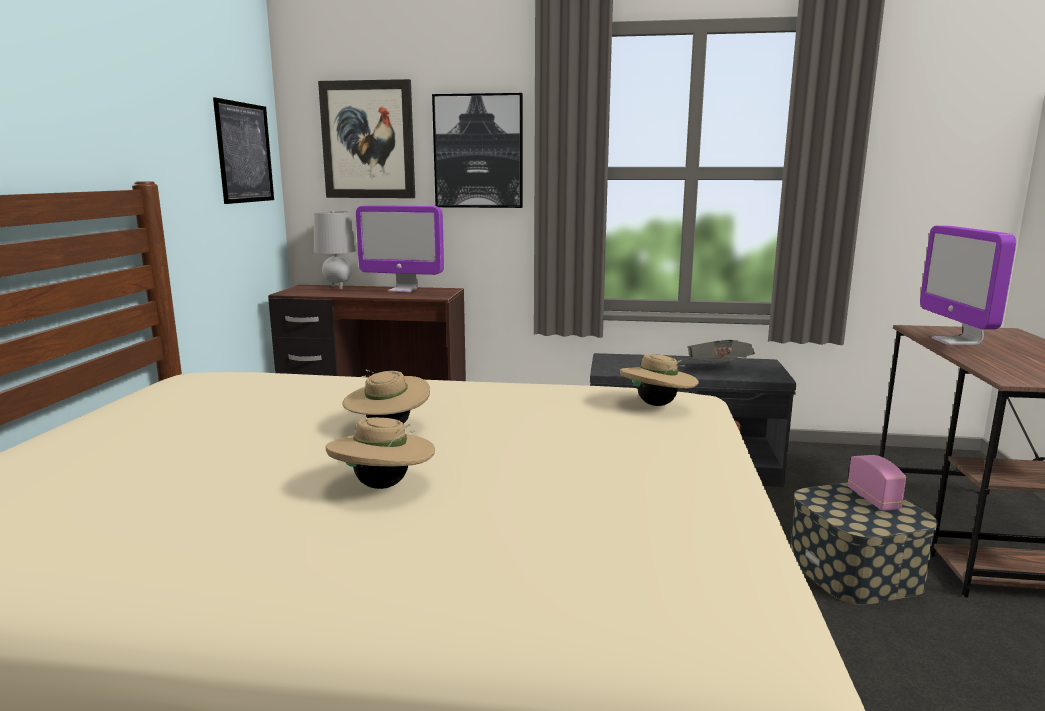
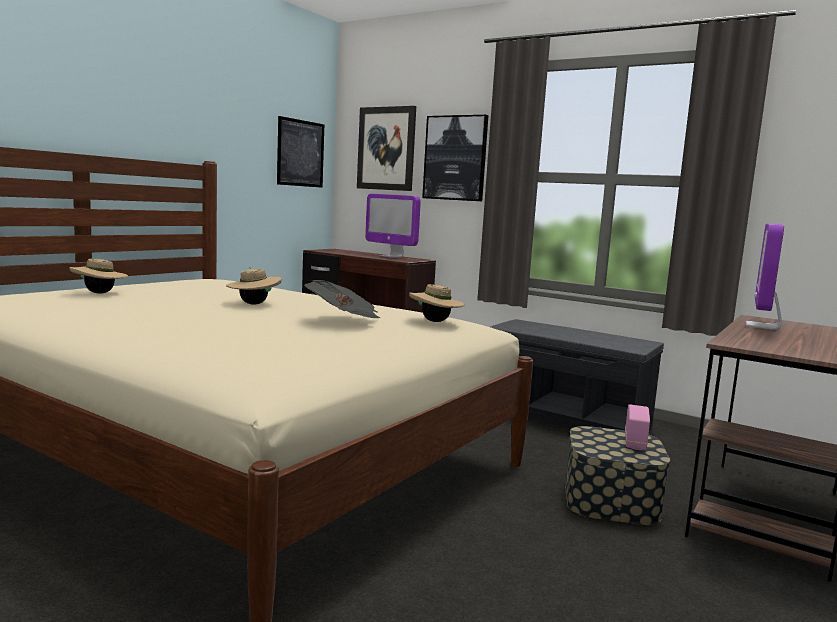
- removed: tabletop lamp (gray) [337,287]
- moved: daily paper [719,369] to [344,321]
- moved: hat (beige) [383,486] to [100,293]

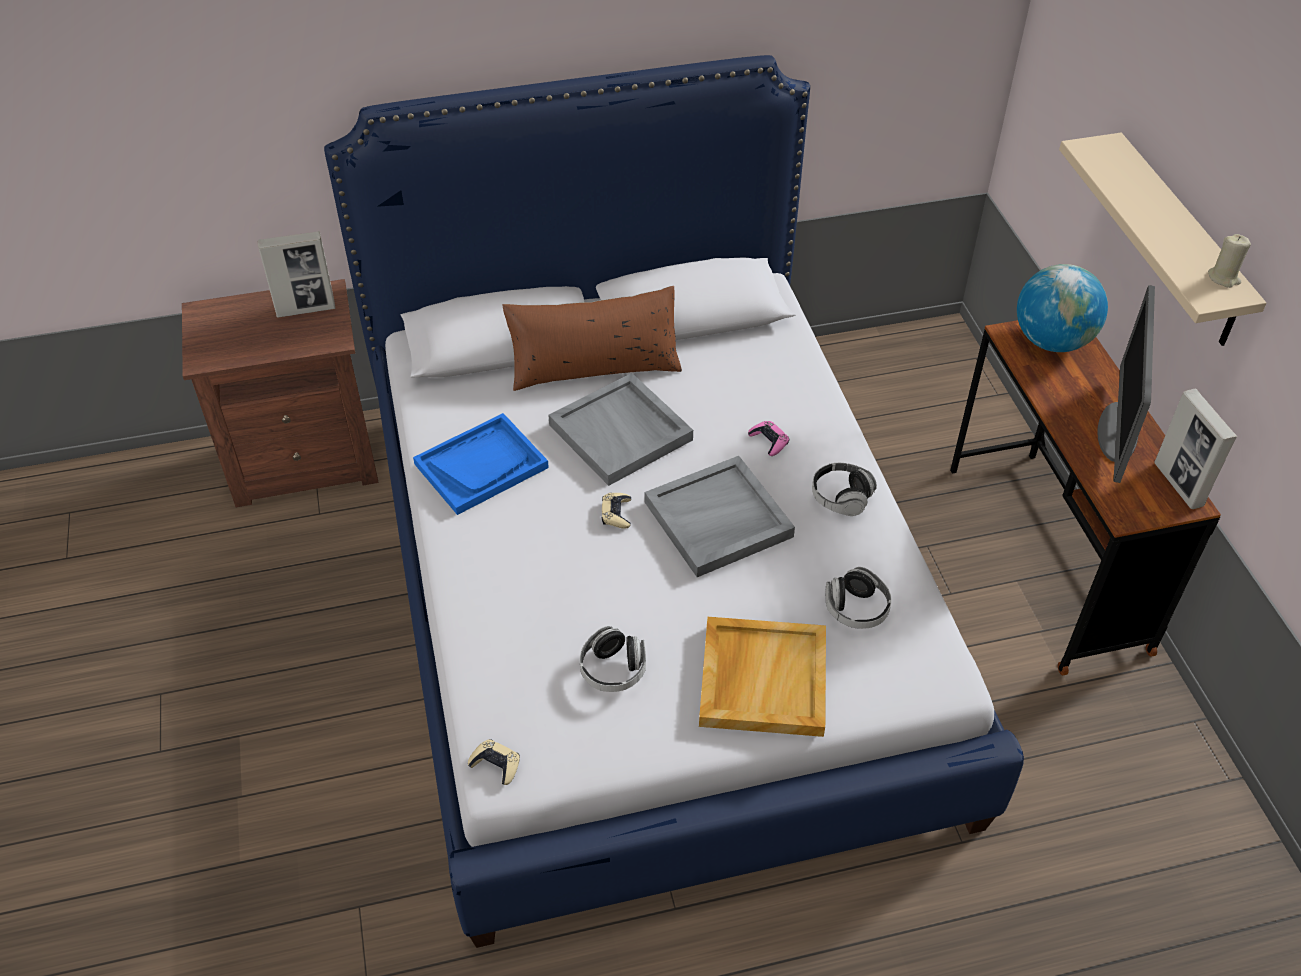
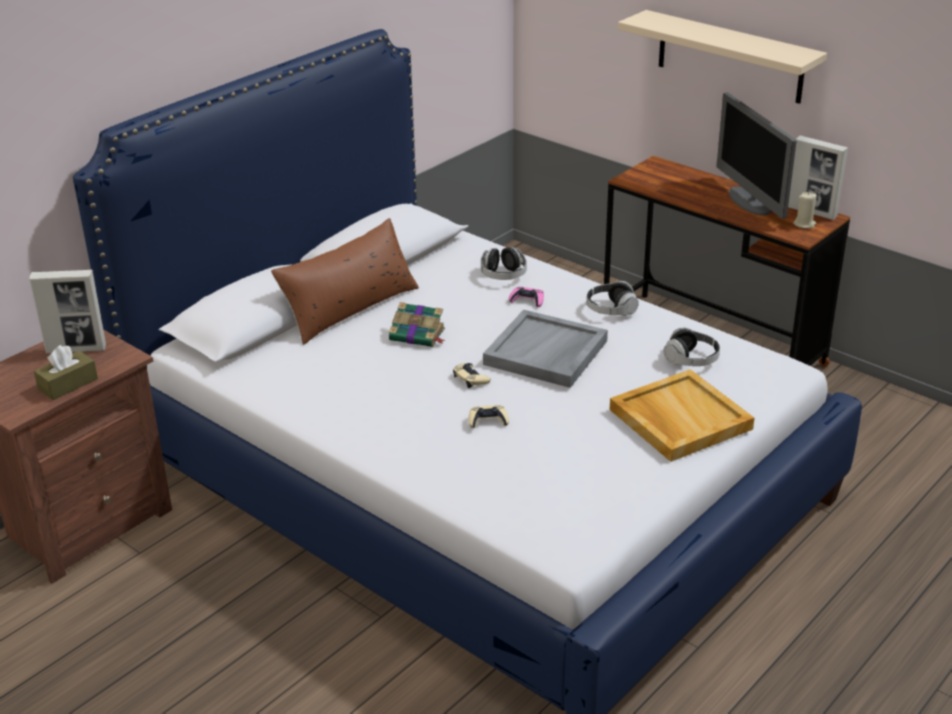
- turned: standing frame [306,309] = [76,349] 45 degrees clockwise
- moved: wax candle (beige) [1223,278] to [804,224]
- removed: globe [1051,341]
- replaced: serving tray (gray) [622,432] to bound book [418,335]
- removed: serving tray (blue-coloured) [481,465]
- moved: pair of headphones [613,670] to [503,275]
- moved: joypad (beige) [496,764] to [488,420]
- added: box of tissues (brown) [68,384]

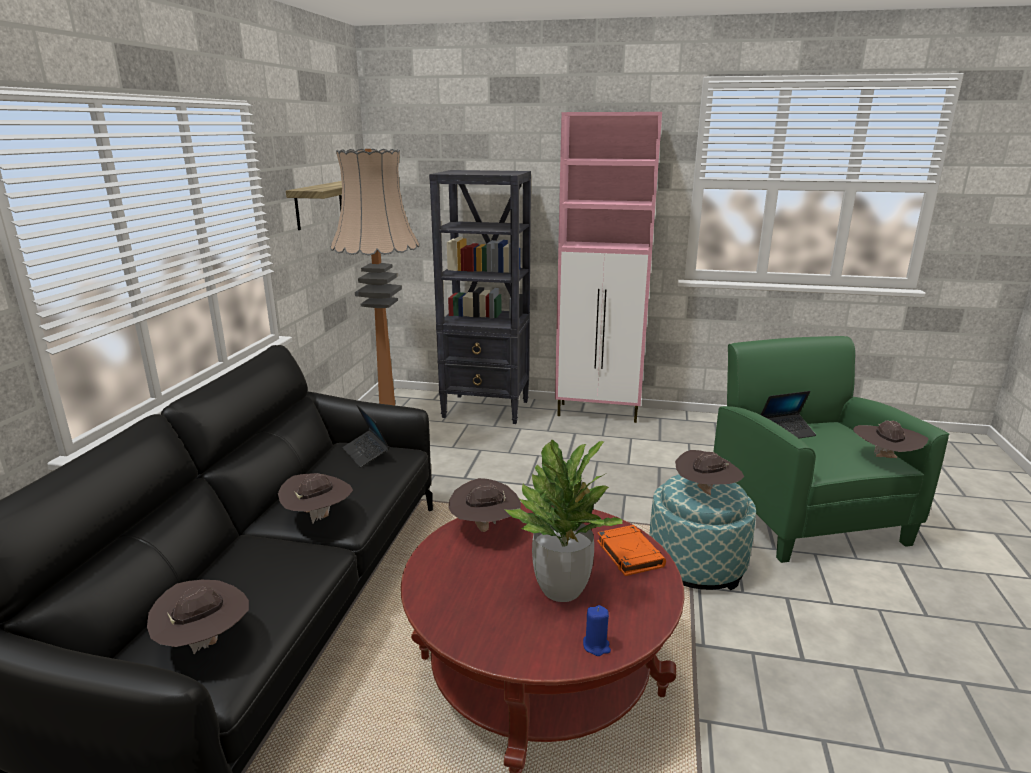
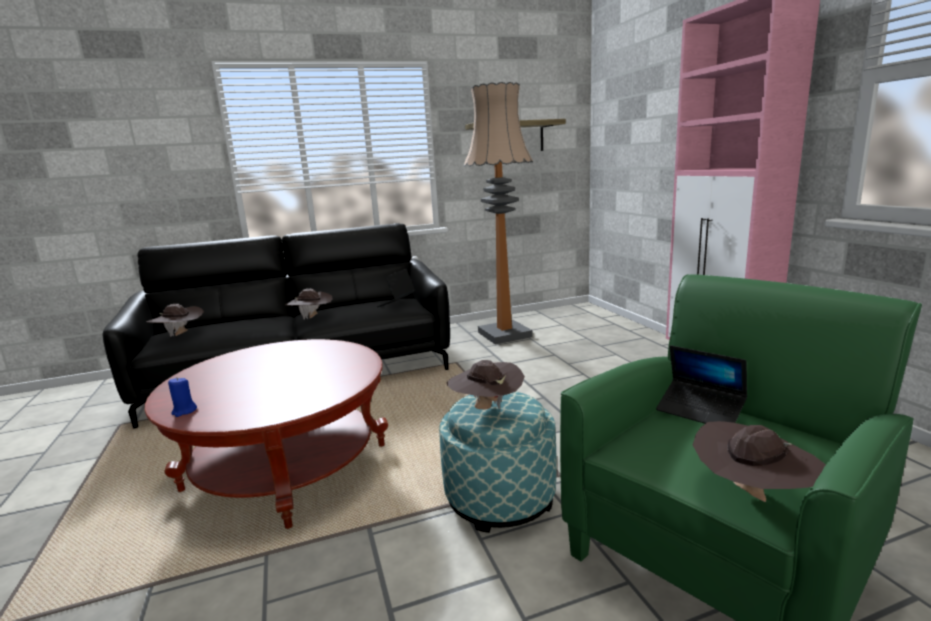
- removed: shelving unit (black) [486,409]
- removed: plant in a pot [562,589]
- removed: hat (brown) [485,528]
- removed: bound book (orange-coloured) [629,553]

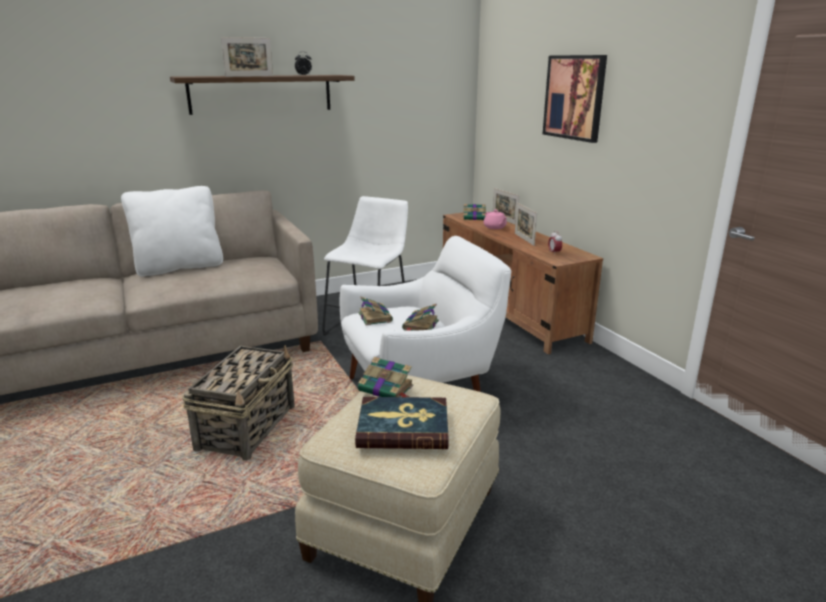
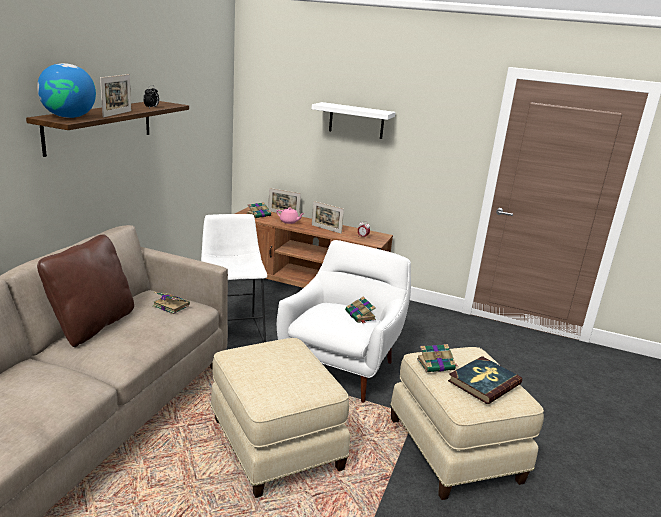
- replaced: wall picture [574,97] to shelf (whitish) [356,121]
- recoloured: cushion (whitish) [179,267] to cushion (brown) [92,325]
- moved: bound book [375,317] to [170,305]
- replaced: basket [247,427] to pouffe (beige) [274,444]
- added: globe [69,117]

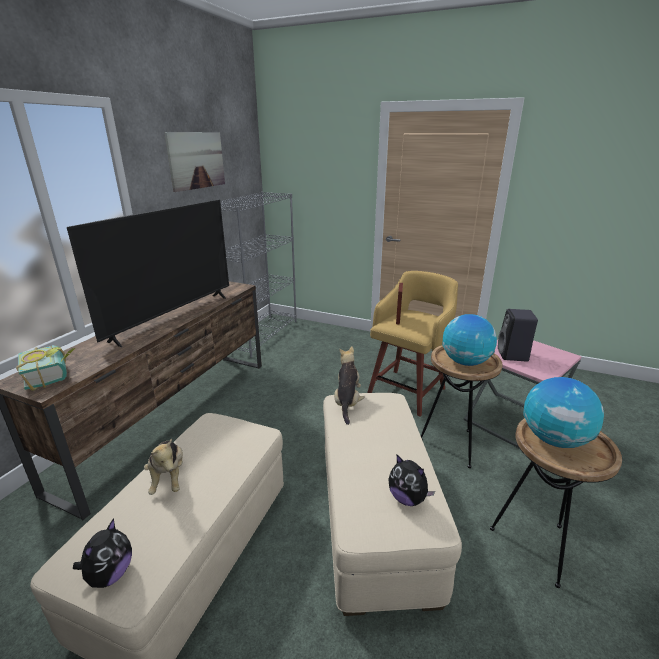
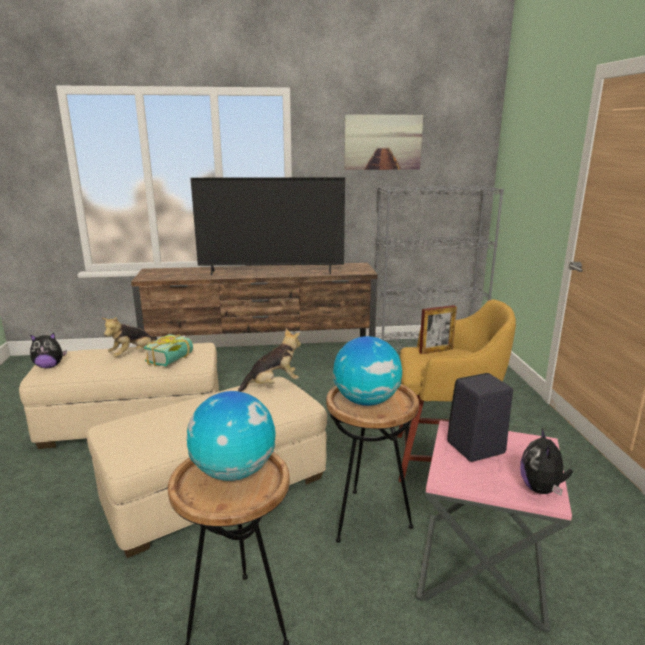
- moved: bound book [53,375] to [173,360]
- moved: cuddly toy [407,498] to [541,489]

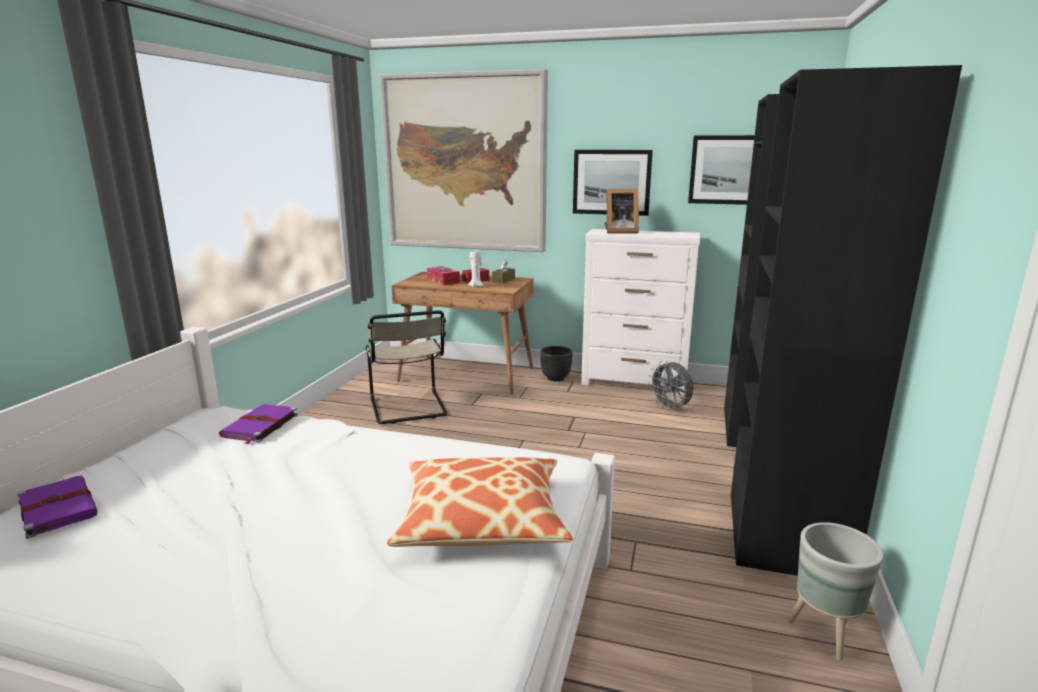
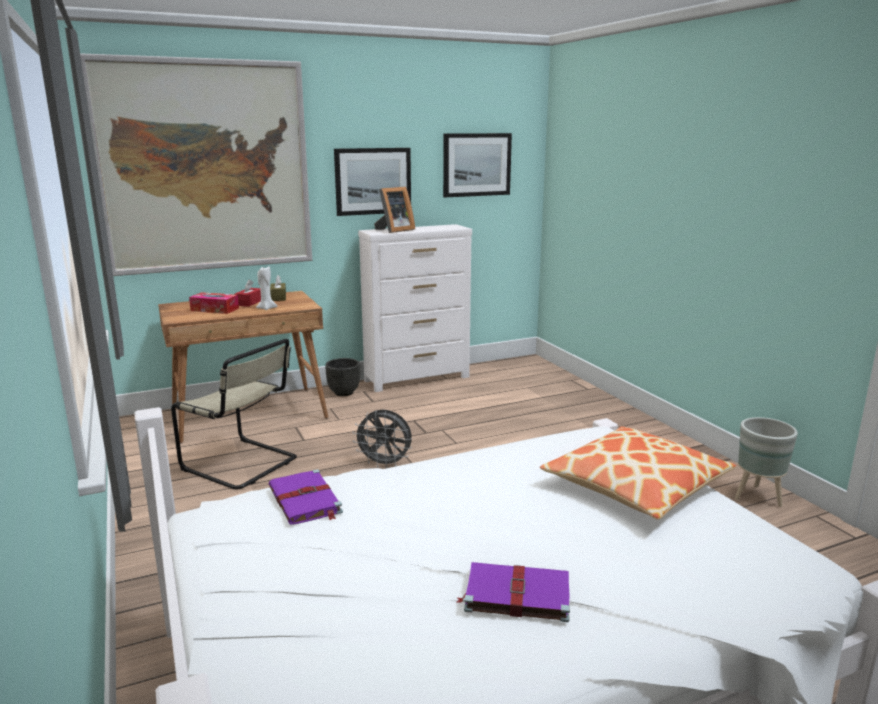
- removed: armoire (black) [773,475]
- moved: electric fan (gray) [670,408] to [385,464]
- moved: bound book (purplish) [57,507] to [515,594]

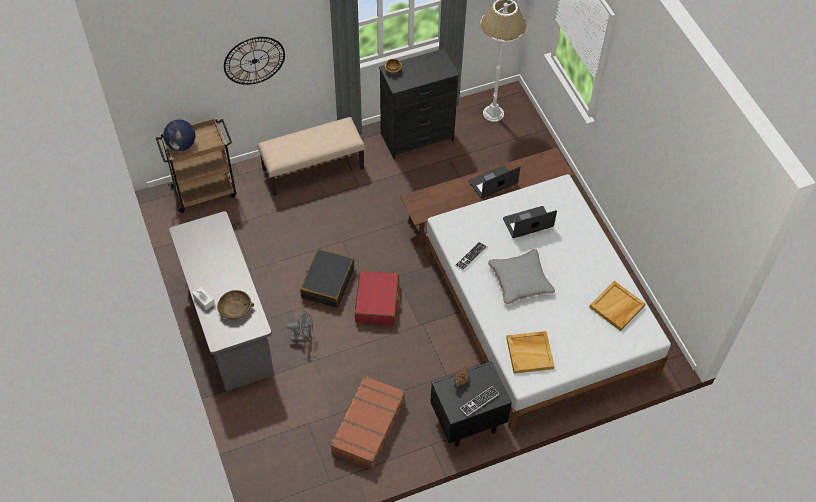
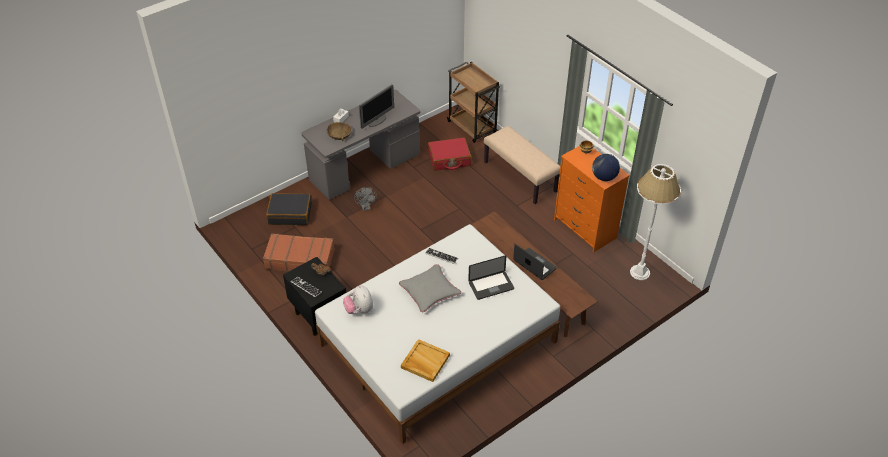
- removed: wall clock [254,60]
- recoloured: dresser (black) [417,137] to dresser (orange-coloured) [584,229]
- moved: globe [182,145] to [604,177]
- turned: laptop [528,223] = [491,286] 105 degrees clockwise
- moved: travel case (black) [327,283] to [290,214]
- moved: travel case (reddish) [377,302] to [449,159]
- replaced: serving tray (beige) [530,353] to cuddly toy [359,310]
- added: computer screen [377,120]

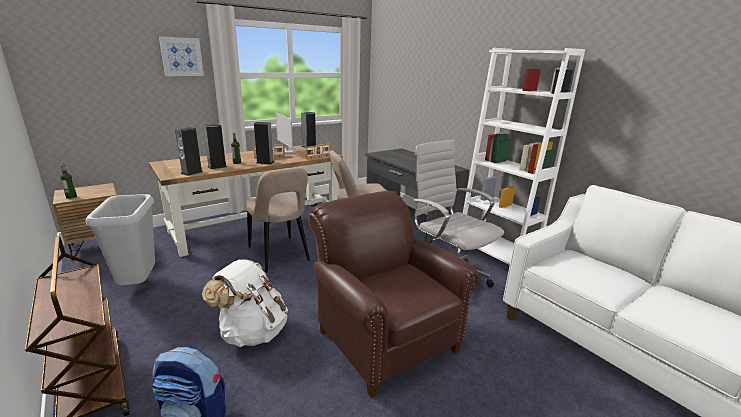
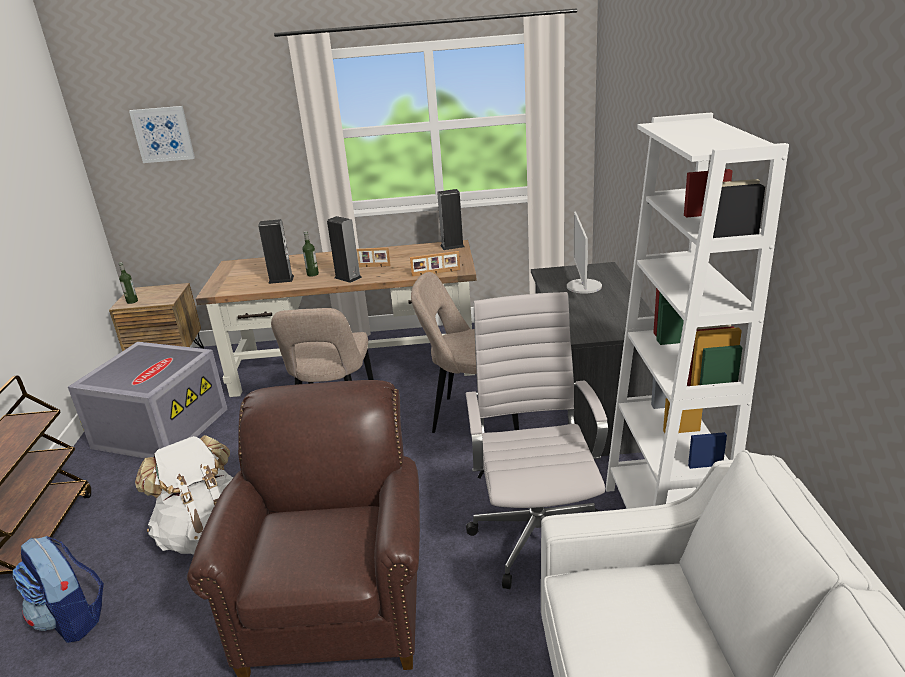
- moved: wall picture [181,57] to [163,134]
- moved: computer screen [287,151] to [583,287]
- removed: audio speaker [192,172]
- replaced: rubbish bin (gray) [138,284] to storage container (gray) [161,427]

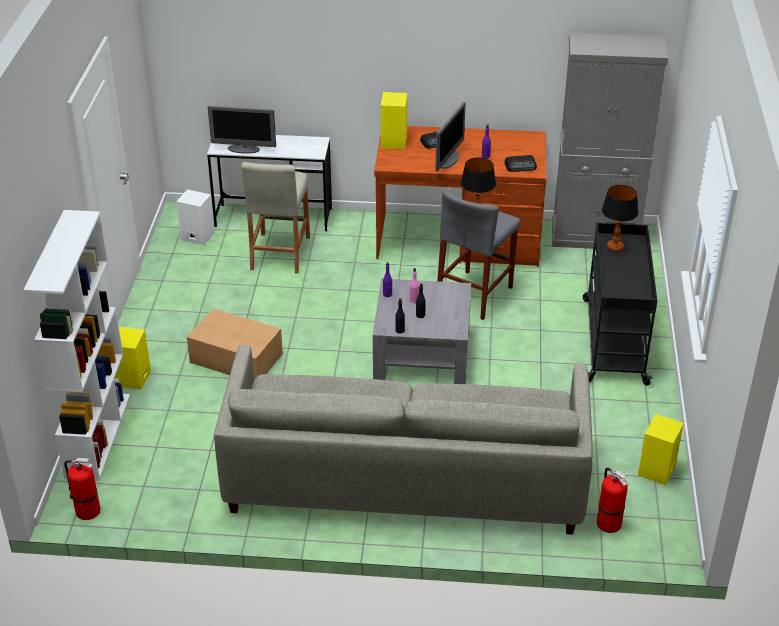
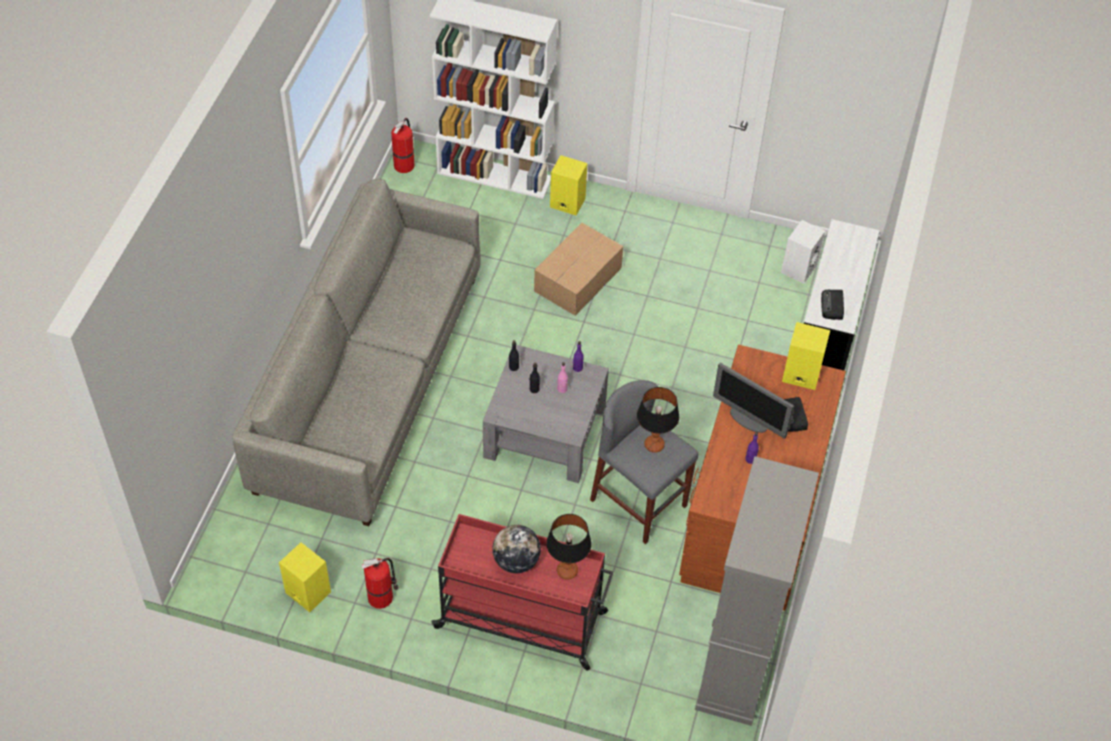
- removed: computer screen [244,149]
- moved: radio set [521,166] to [832,306]
- removed: stool (beige) [279,253]
- recoloured: wheeled cart (black) [614,339] to wheeled cart (reddish) [523,620]
- moved: fire-fighting cylinder [608,522] to [381,597]
- added: globe [516,561]

